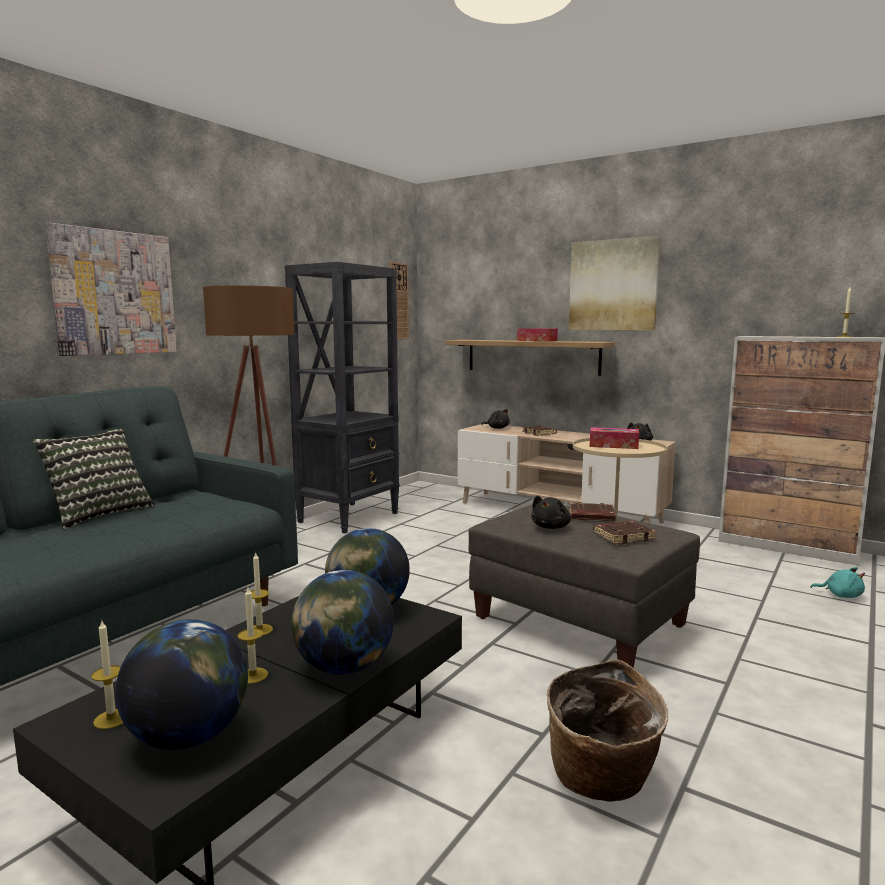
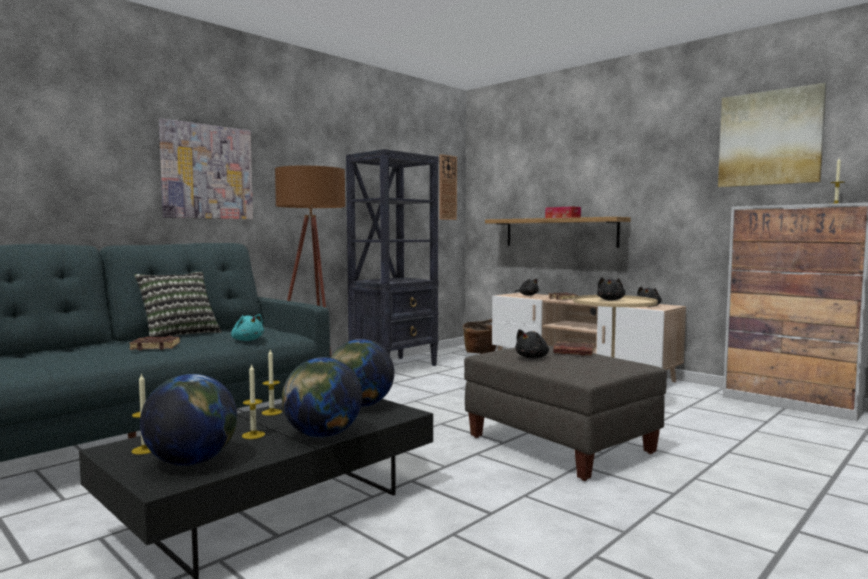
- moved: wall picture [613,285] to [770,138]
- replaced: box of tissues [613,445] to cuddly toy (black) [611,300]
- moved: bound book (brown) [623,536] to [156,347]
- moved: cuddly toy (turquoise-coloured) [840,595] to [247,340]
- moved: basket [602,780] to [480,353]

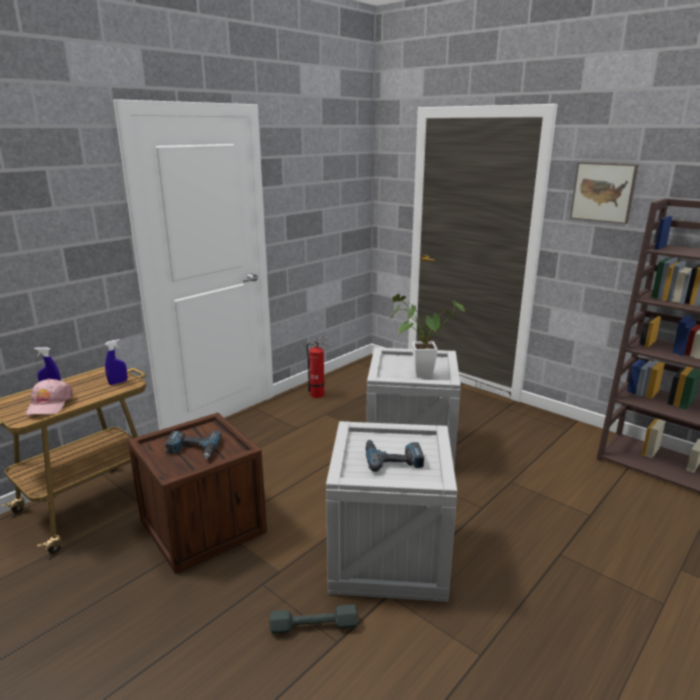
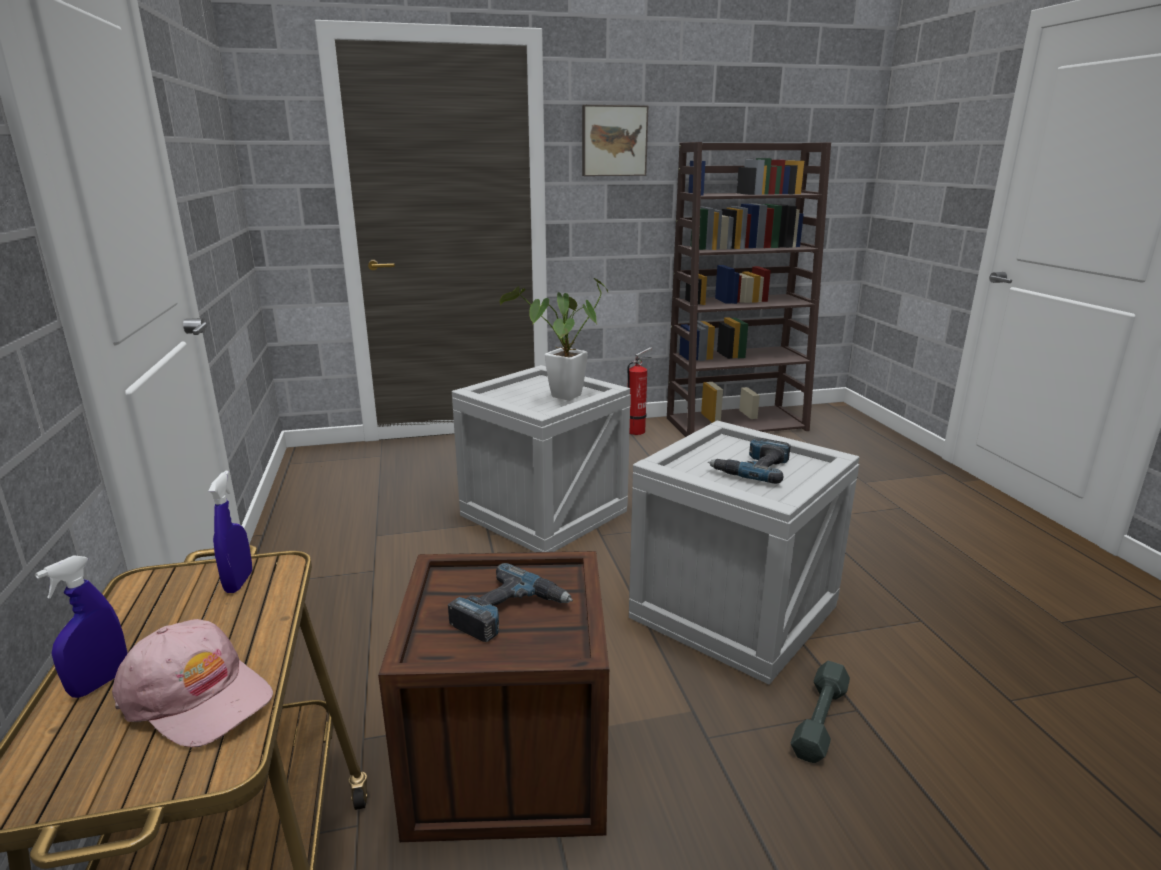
- moved: fire-fighting cylinder [319,395] to [637,430]

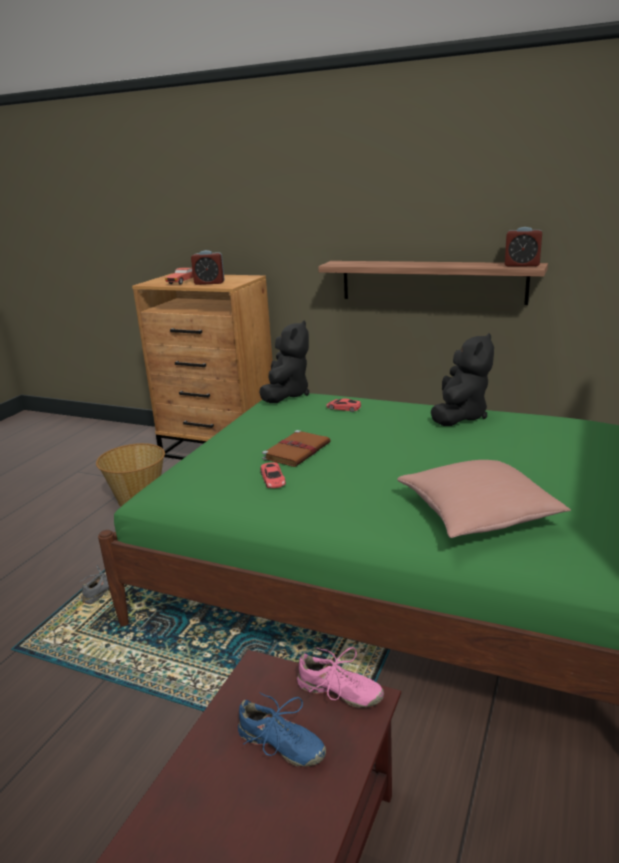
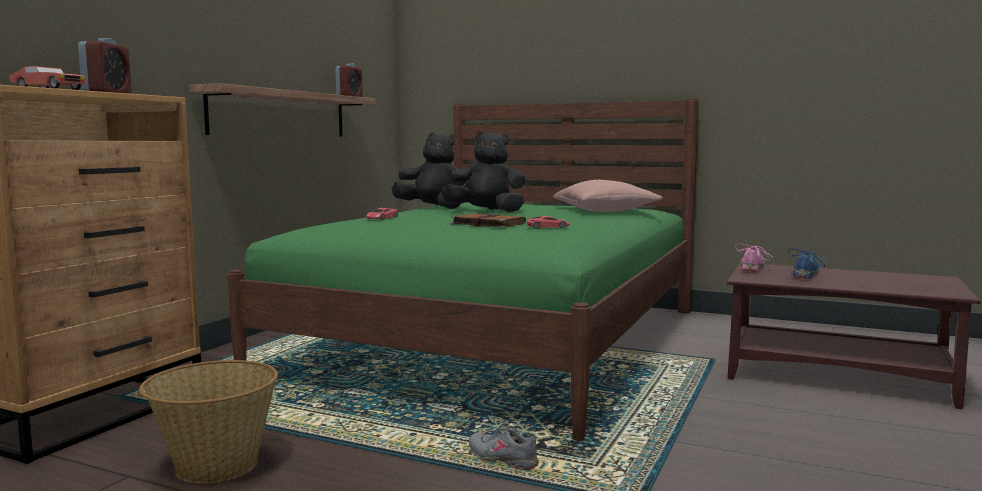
- moved: cuddly toy (black) [286,395] to [486,211]

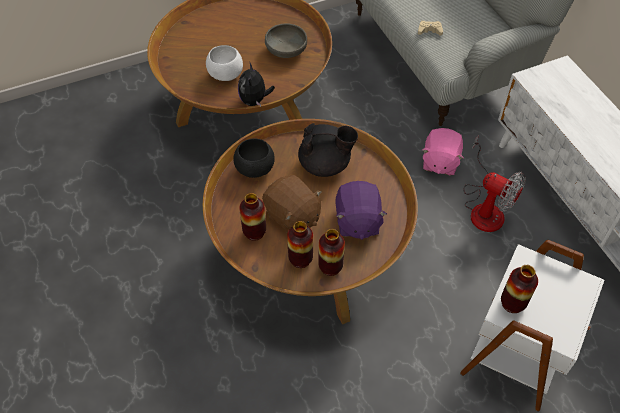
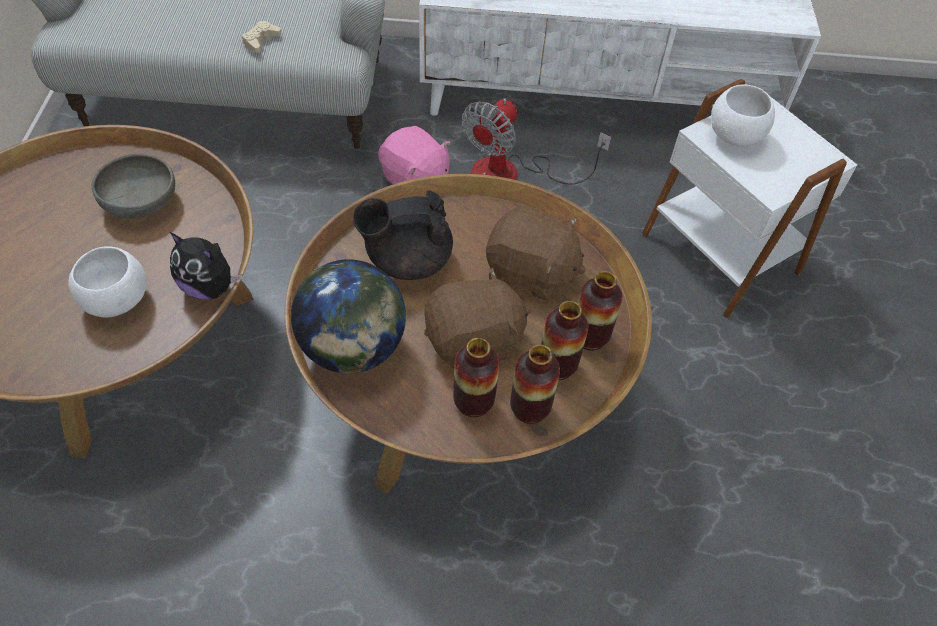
- turned: tea pot (black) [325,165] = [407,260] 135 degrees counterclockwise
- turned: electric fan [484,207] = [512,175] 150 degrees clockwise
- replaced: bowl (black) [255,170] to globe [352,349]
- recoloured: cuddly toy (purplish) [357,221] to cuddly toy (brown) [530,272]
- moved: decorative vase [512,303] to [529,408]
- added: bowl (whitish) [734,136]

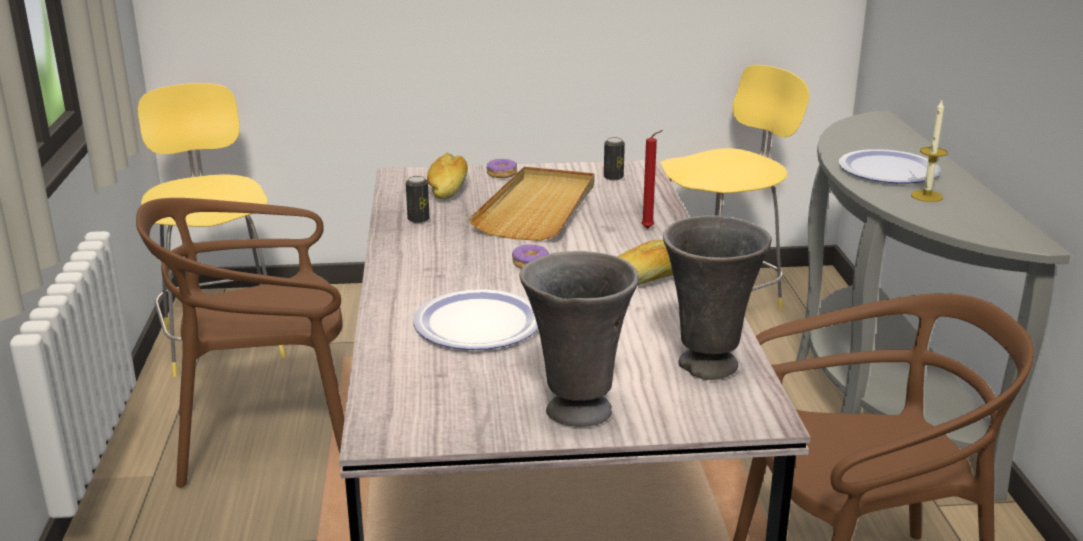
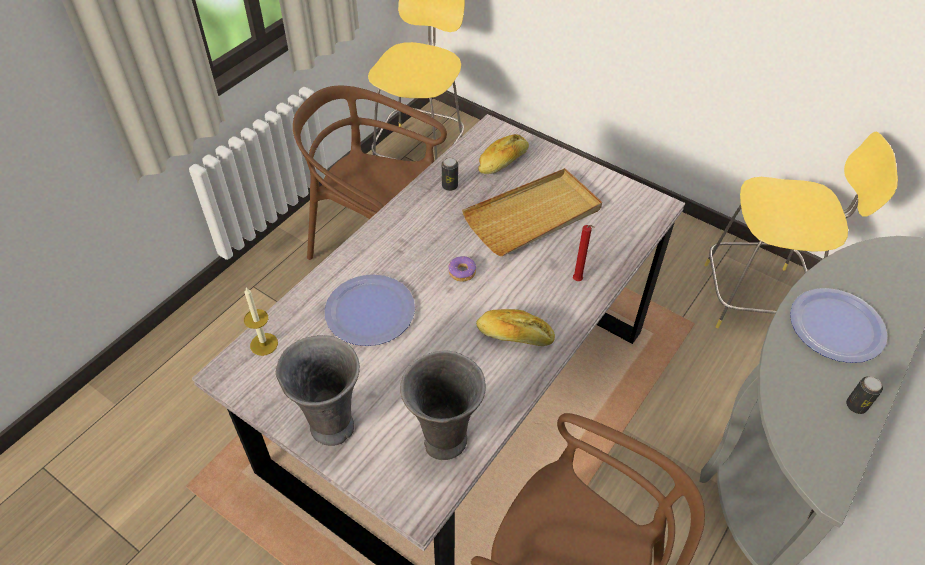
- moved: wax candle [926,196] to [264,344]
- moved: can [613,177] to [856,406]
- removed: ring doughnut [501,174]

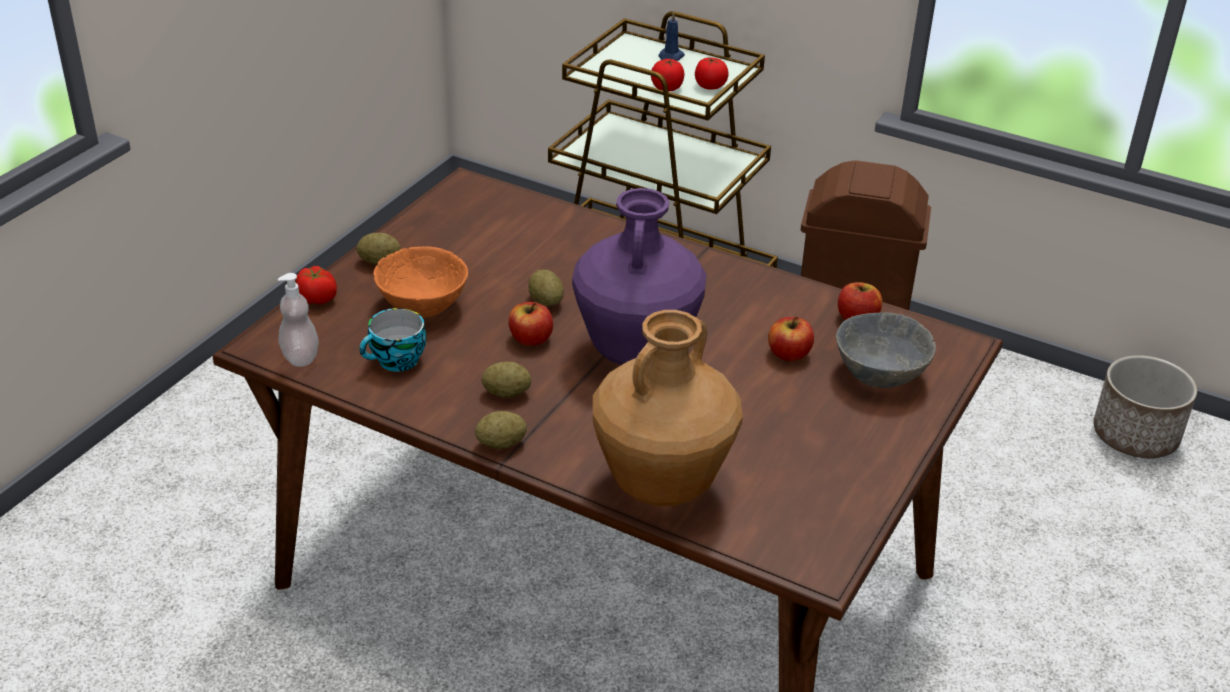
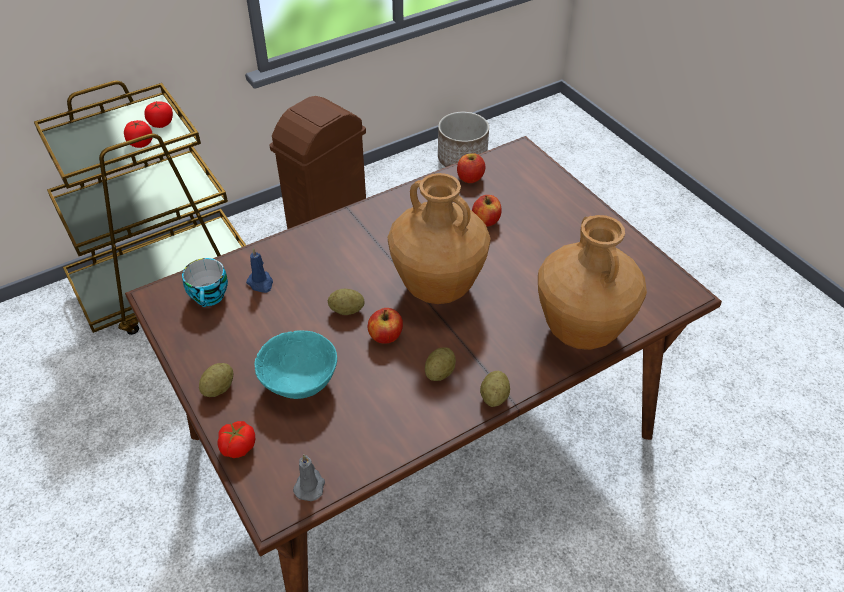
- moved: wax candle (blue-coloured) [670,57] to [261,283]
- recoloured: decorative vase (purplish) [636,353] to decorative vase (brown) [438,288]
- recoloured: bowl (orange-coloured) [423,306] to bowl (turquoise-coloured) [300,382]
- replaced: soap bottle [300,357] to wax candle (gray) [310,485]
- moved: cup [396,362] to [210,297]
- removed: bowl (gray) [879,375]

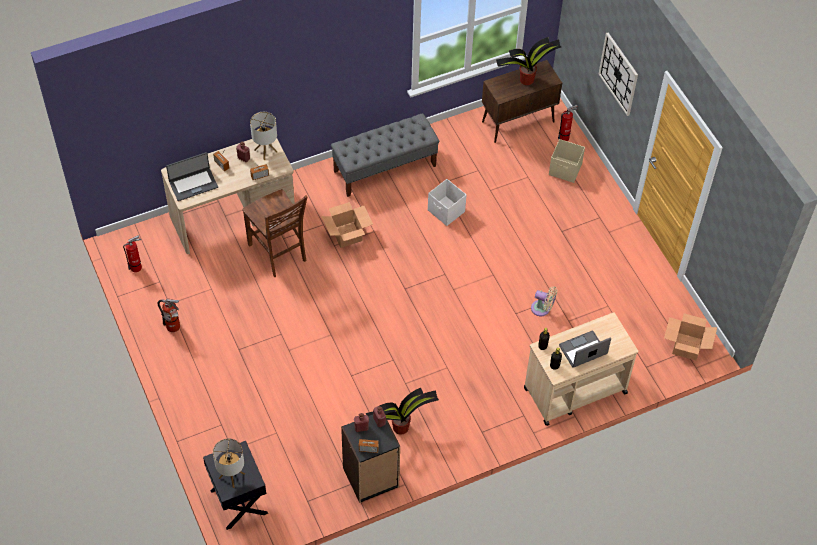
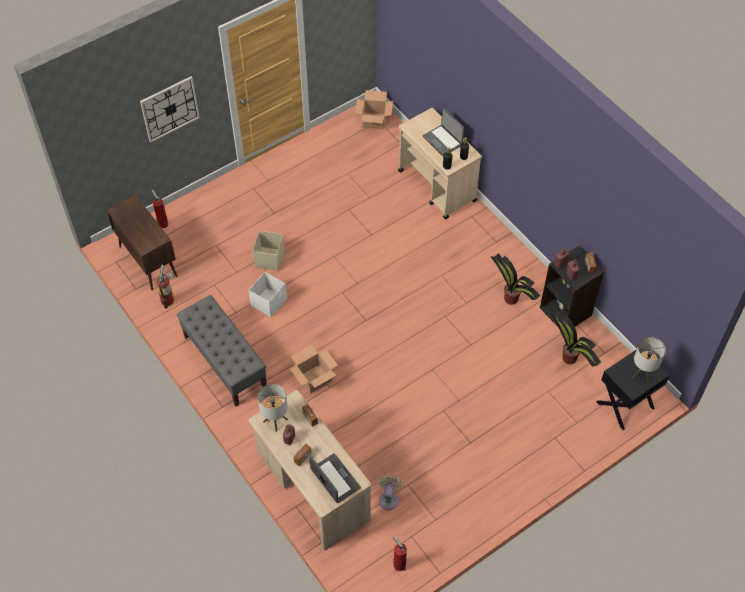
- moved: plant in a pot [525,80] to [570,358]
- moved: storage container (beige) [565,170] to [270,258]
- removed: chair (brown) [278,253]
- moved: electric fan (beige) [542,309] to [389,498]
- moved: fire-fighting cylinder [174,328] to [169,299]

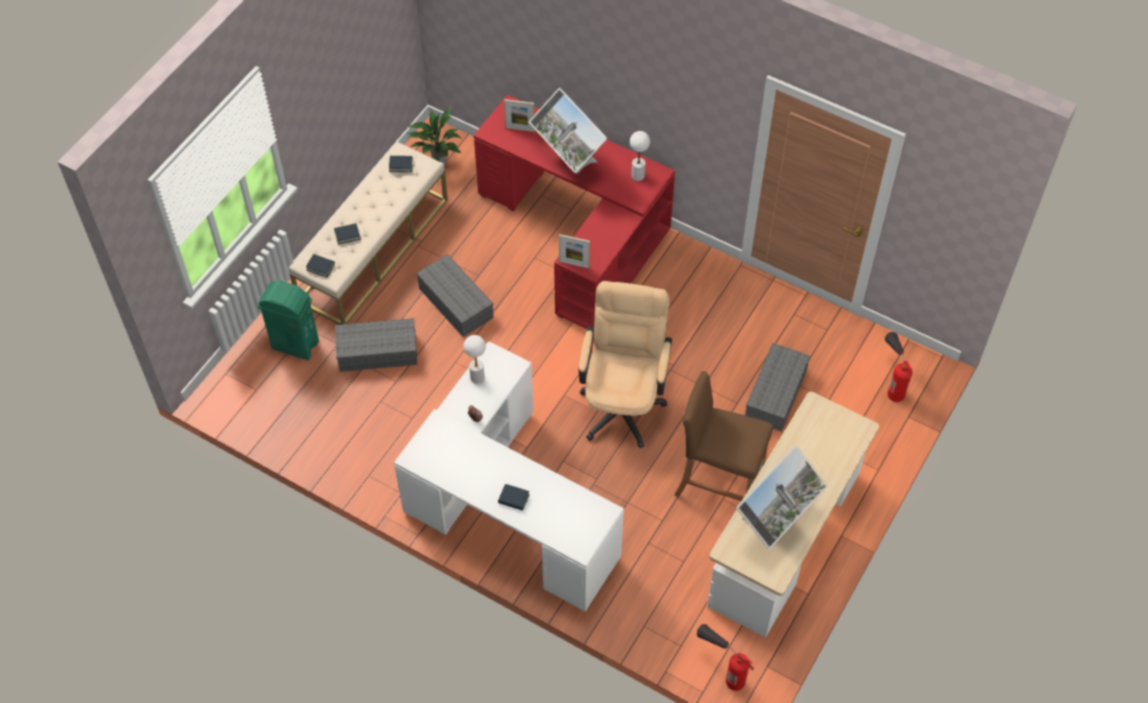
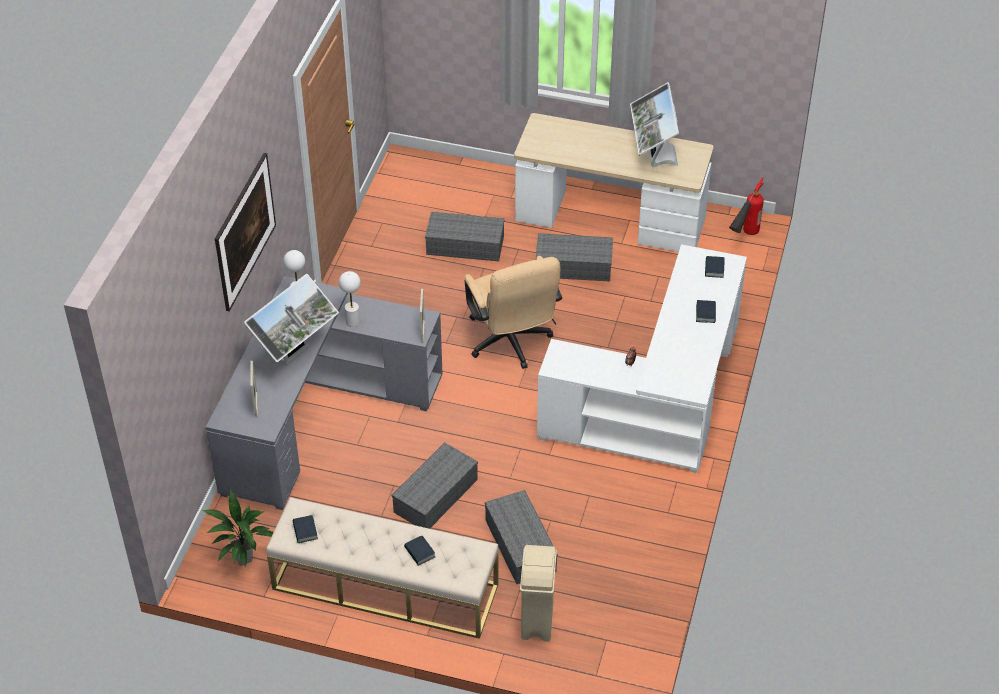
- recoloured: desk unit (reddish) [580,235] to desk unit (gray) [316,414]
- moved: bound book [320,267] to [714,269]
- recoloured: rubbish bin (greenish) [295,345] to rubbish bin (beige) [536,622]
- turned: desk chair (beige) [623,402] = [511,343] 105 degrees counterclockwise
- removed: fire-fighting cylinder [892,381]
- moved: tabletop lamp (whitish) [477,377] to [352,321]
- replaced: stool (brown) [719,483] to storage container (gray) [572,267]
- turned: computer screen [774,523] = [652,157] 120 degrees counterclockwise
- added: wall picture [247,249]

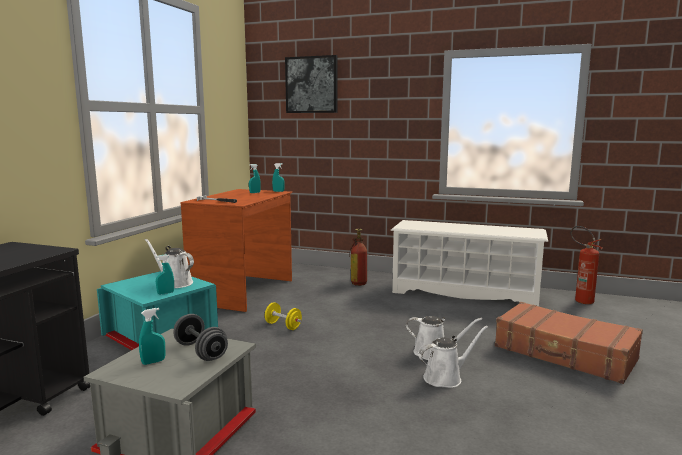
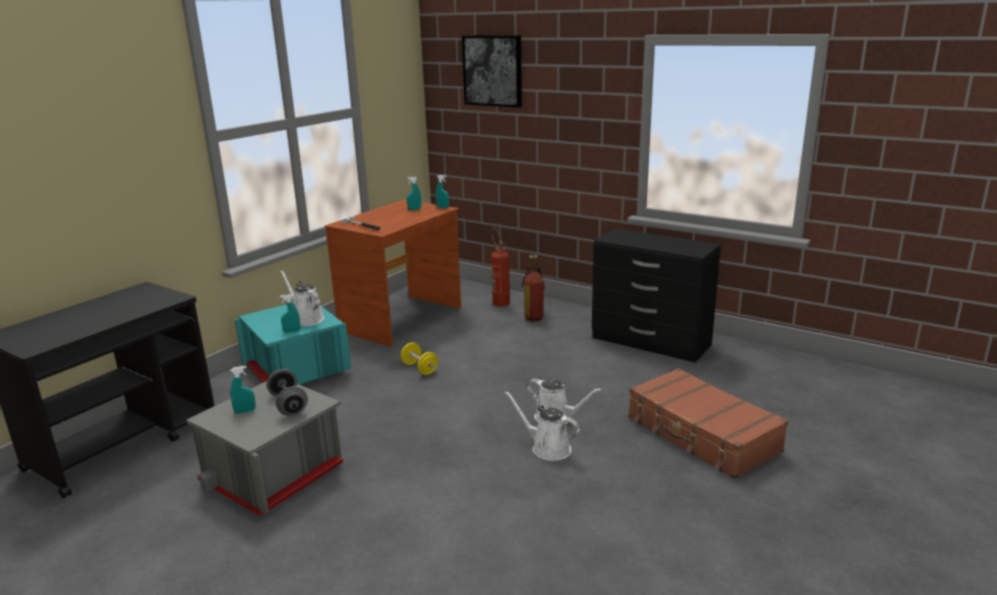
- replaced: shoe stand (whitish) [465,293] to dresser (black) [651,342]
- moved: fire-fighting cylinder [580,300] to [499,302]
- turned: sprinkling can (whitish) [446,378] = [547,448] 135 degrees counterclockwise

